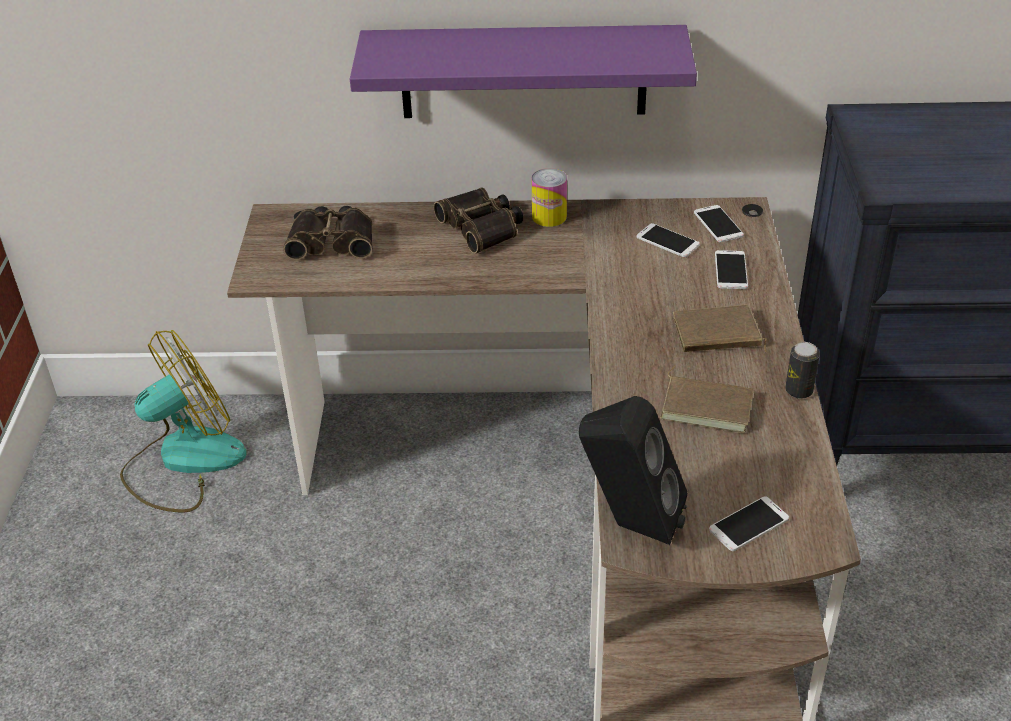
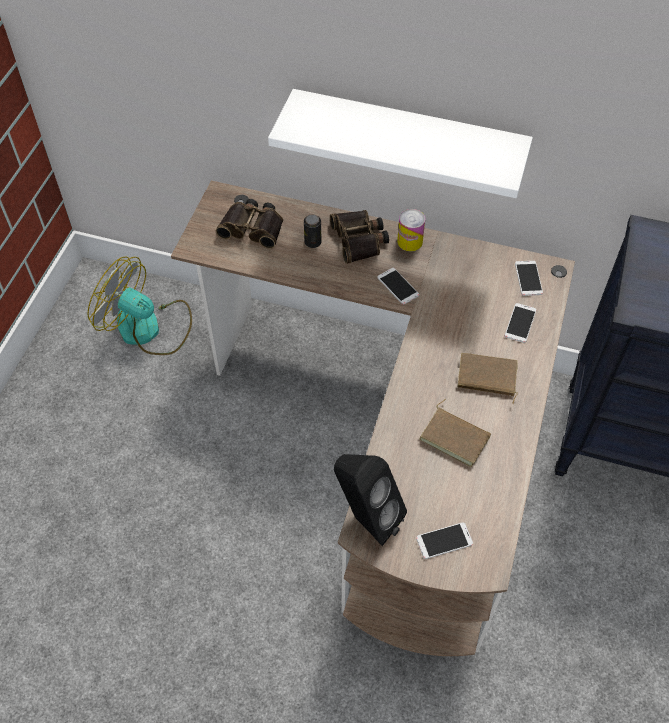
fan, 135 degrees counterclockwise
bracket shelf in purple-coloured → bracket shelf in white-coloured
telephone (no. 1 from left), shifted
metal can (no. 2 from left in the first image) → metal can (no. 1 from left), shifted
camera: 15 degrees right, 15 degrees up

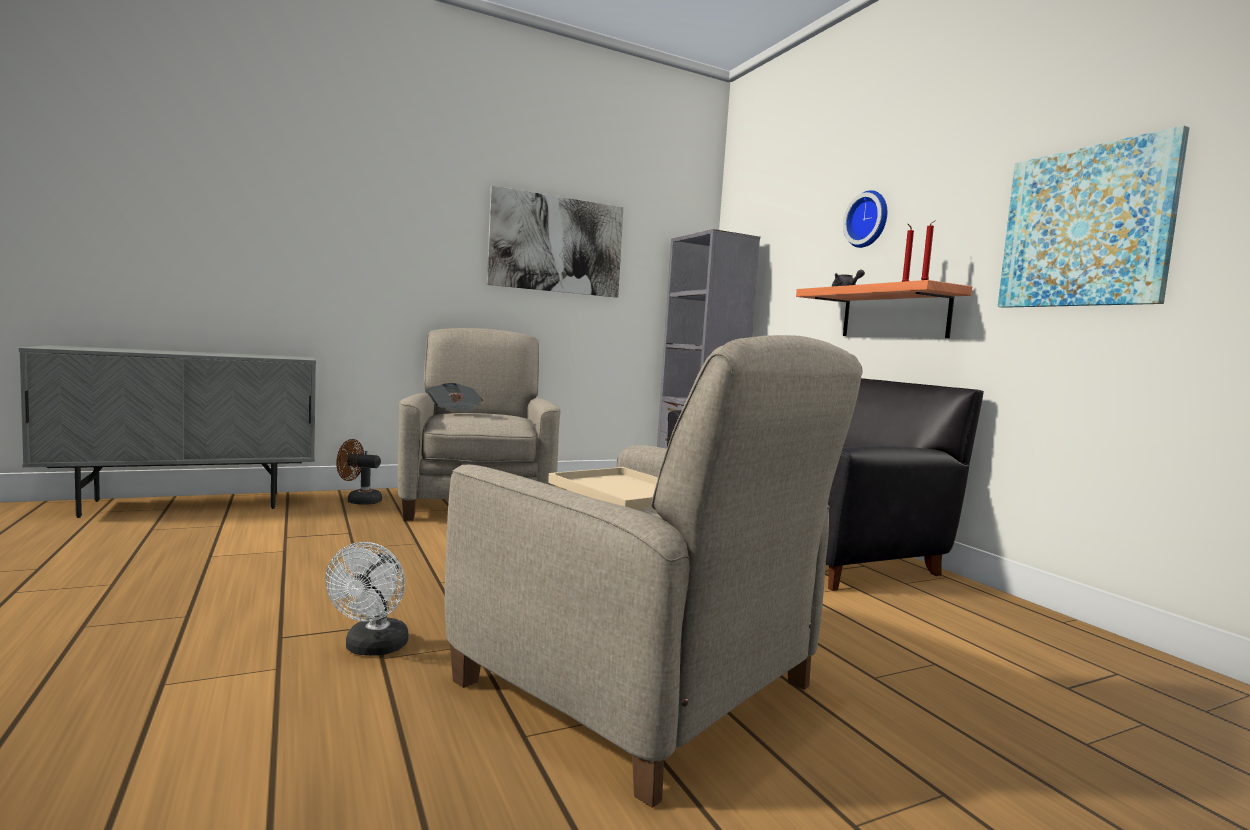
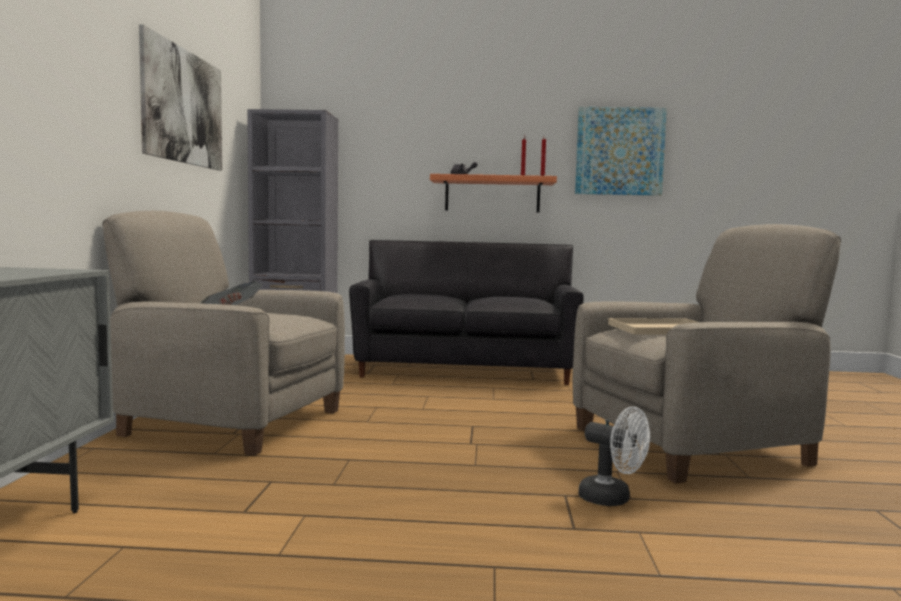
fan in brown-coloured → -
hanging clock → -
camera: 60 degrees left, 0 degrees up

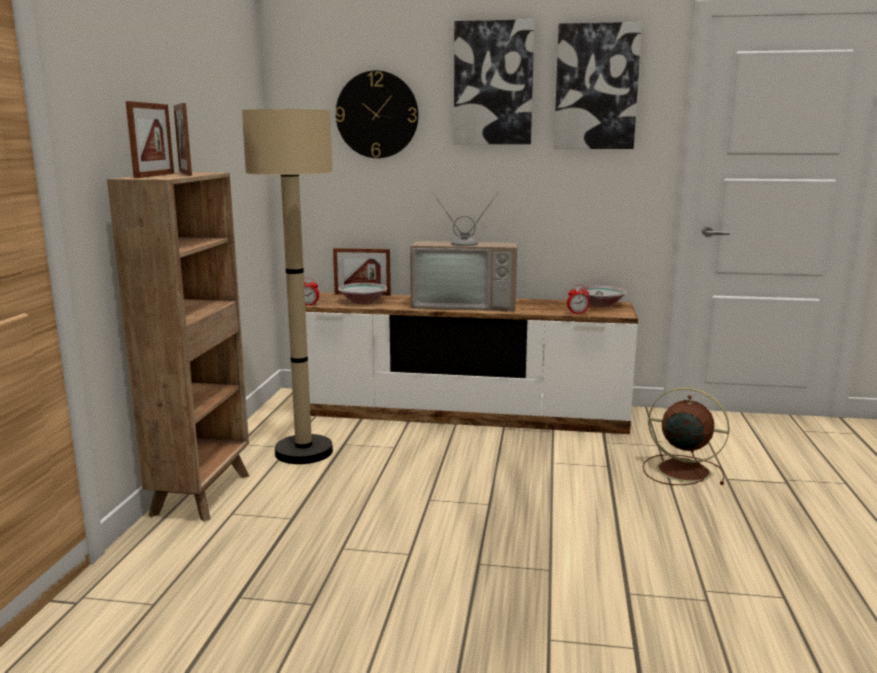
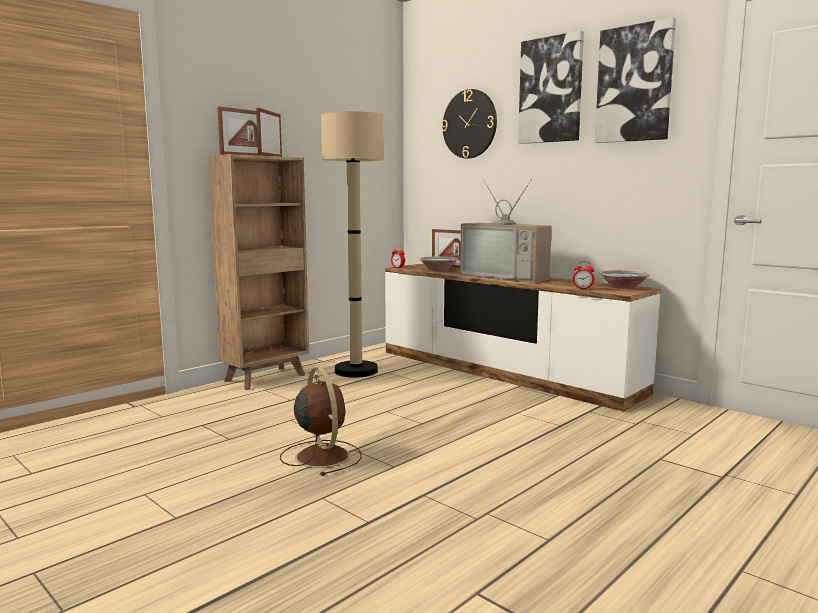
fan in brown-coloured, shifted
camera: 35 degrees right, 5 degrees down

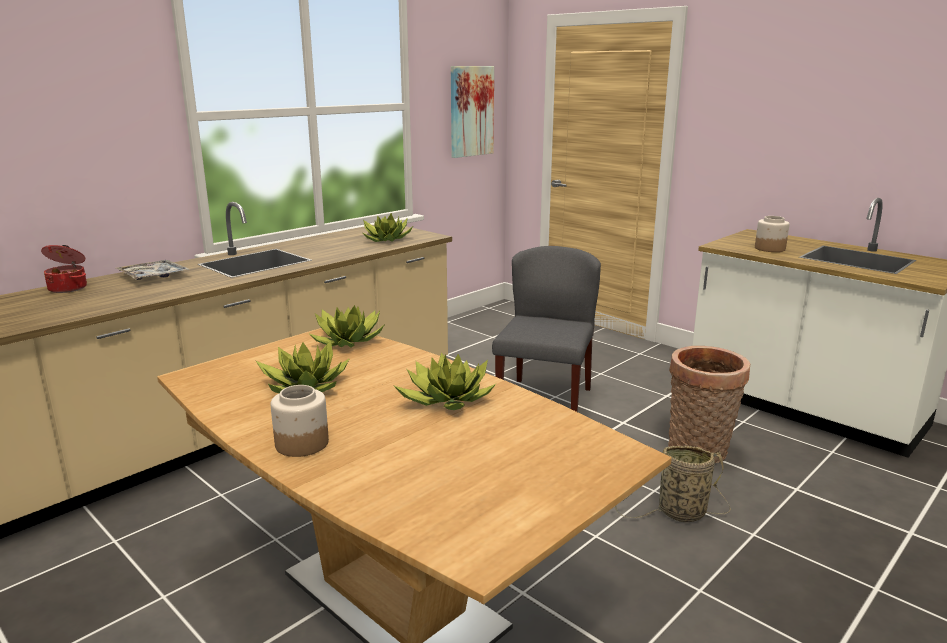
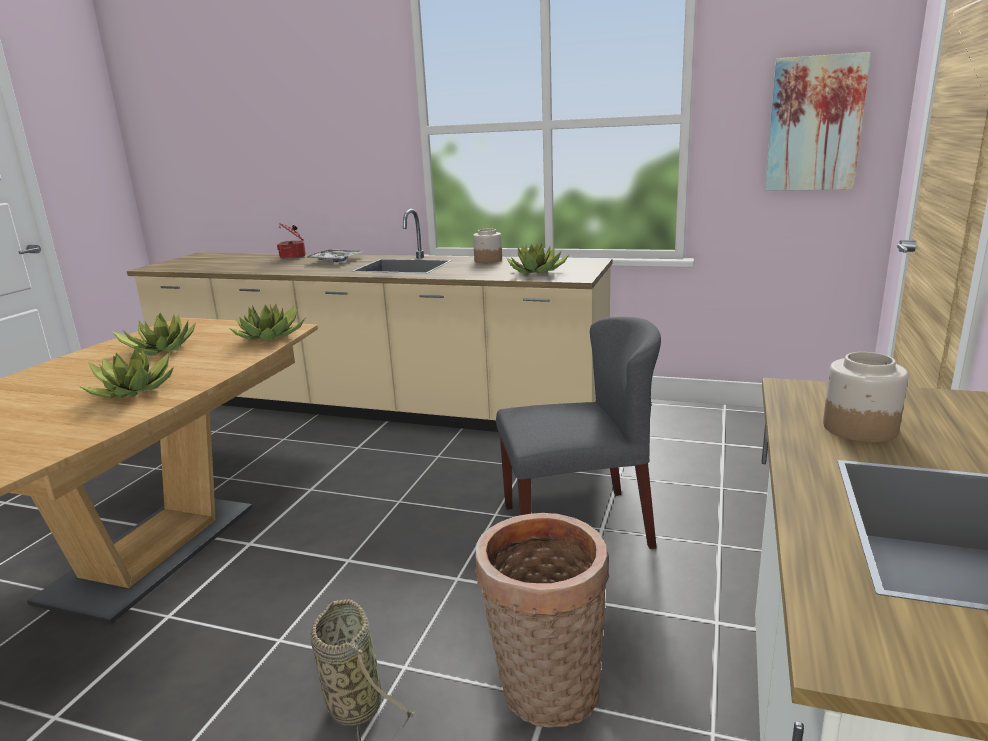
storage jar (no. 1 from left), shifted
camera: 65 degrees right, 0 degrees up

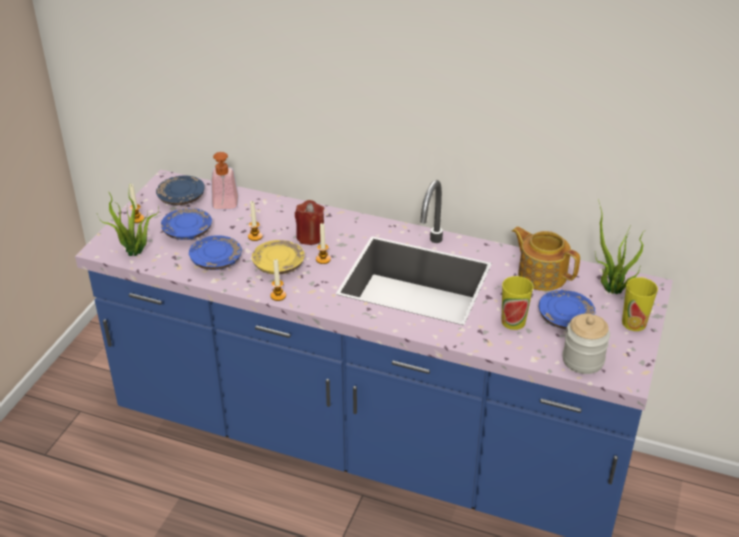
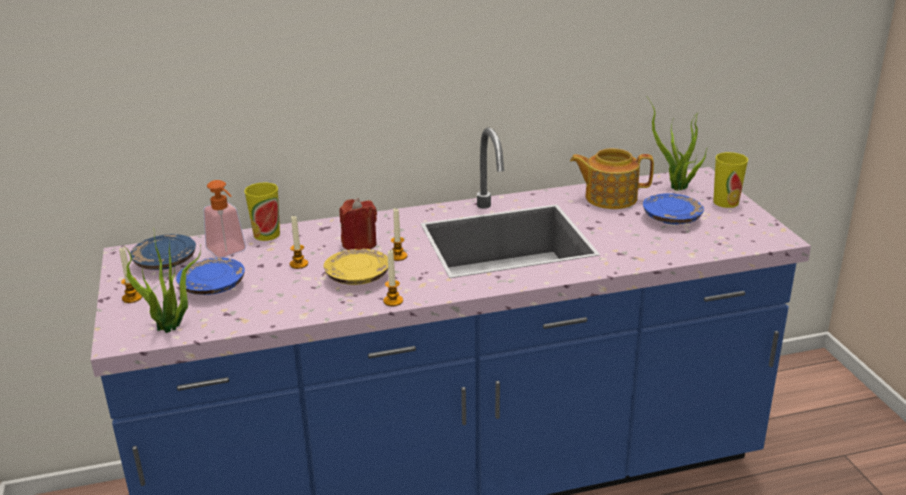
flat dish in blue (no. 3 from left) → -
small cup (no. 1 from left), shifted
storage jar → -
camera: 35 degrees left, 10 degrees down

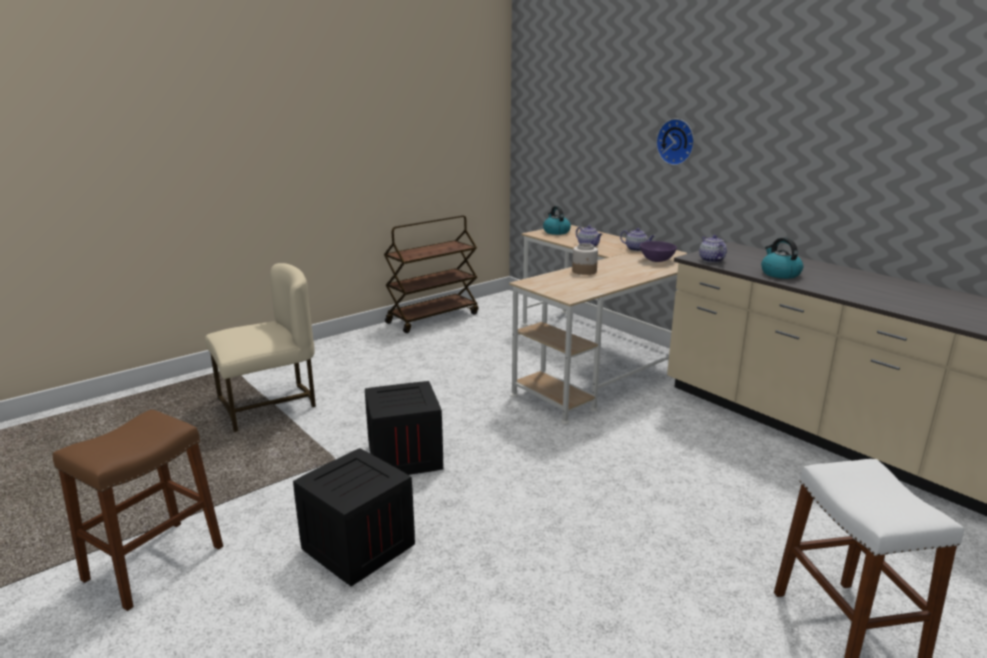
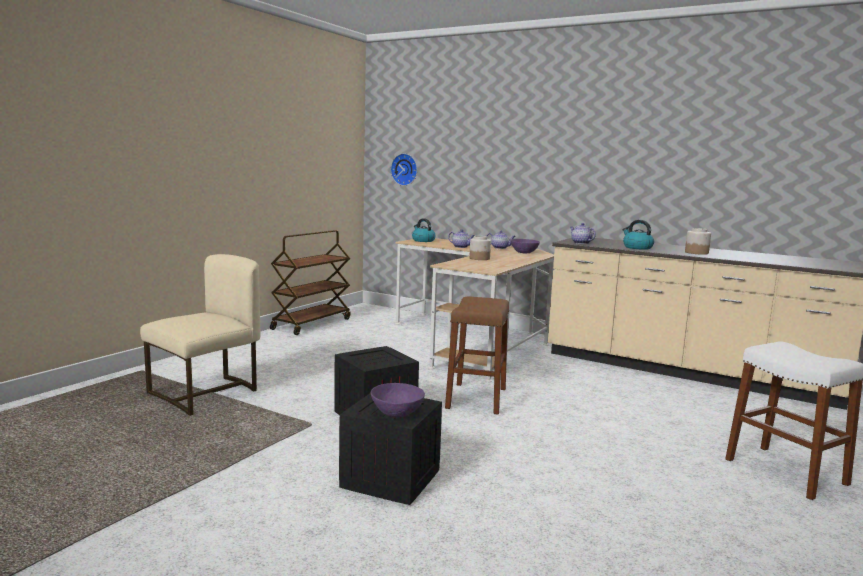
stool seat in brown-coloured, shifted
hanging clock, shifted
- → deep dish in purple-coloured (no. 1 from left)
- → storage jar (no. 2 from left)
camera: 20 degrees left, 10 degrees down

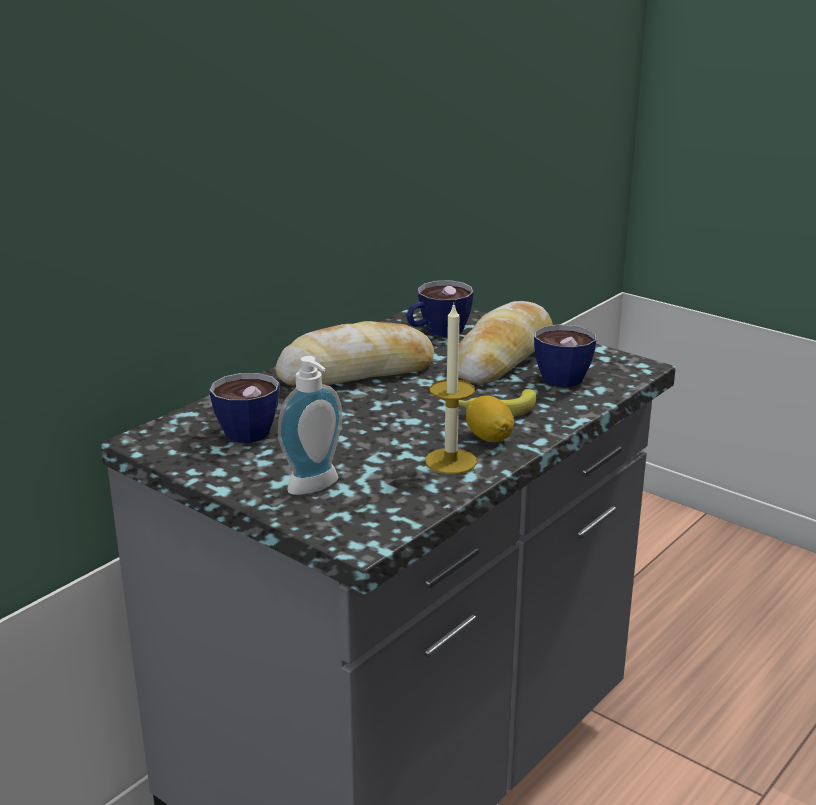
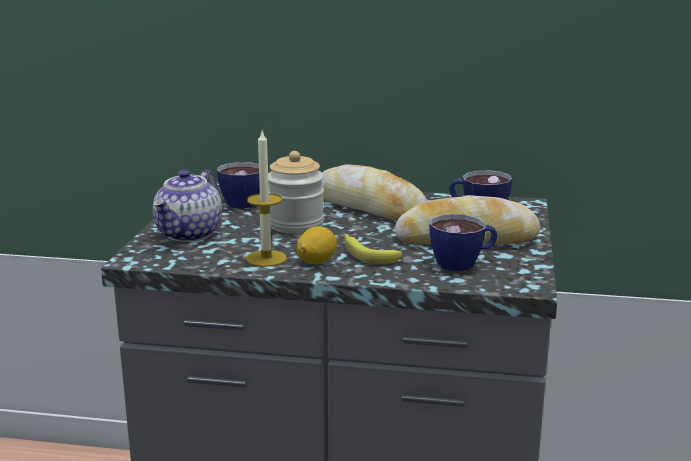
liquid soap bottle → teapot
- → storage jar
camera: 60 degrees right, 5 degrees down

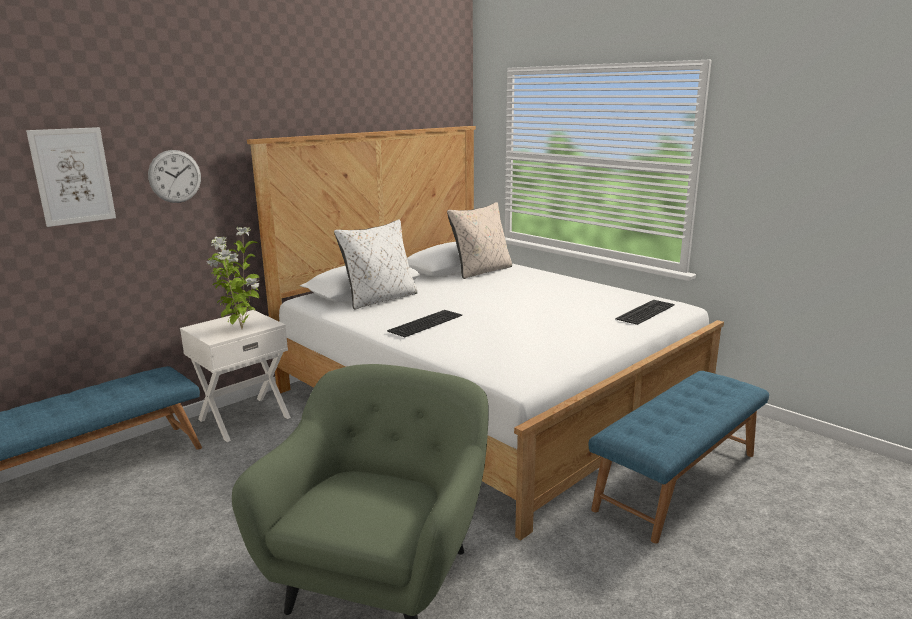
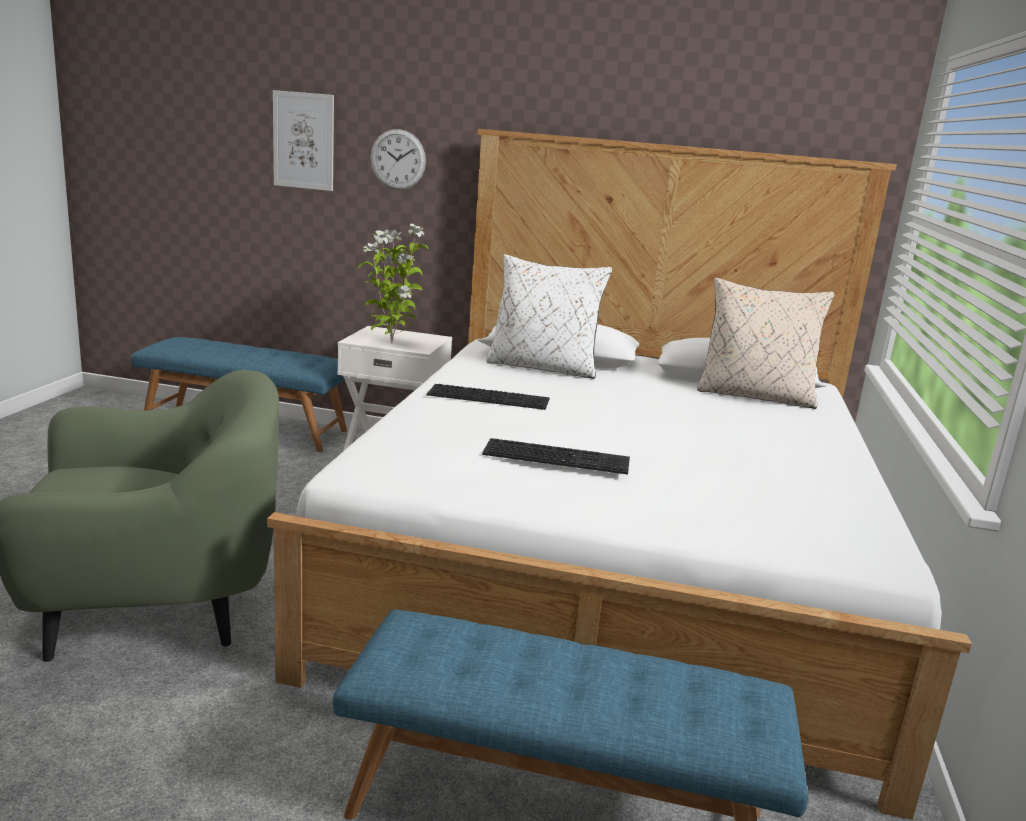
keyboard (no. 2 from left), shifted
camera: 55 degrees right, 0 degrees up

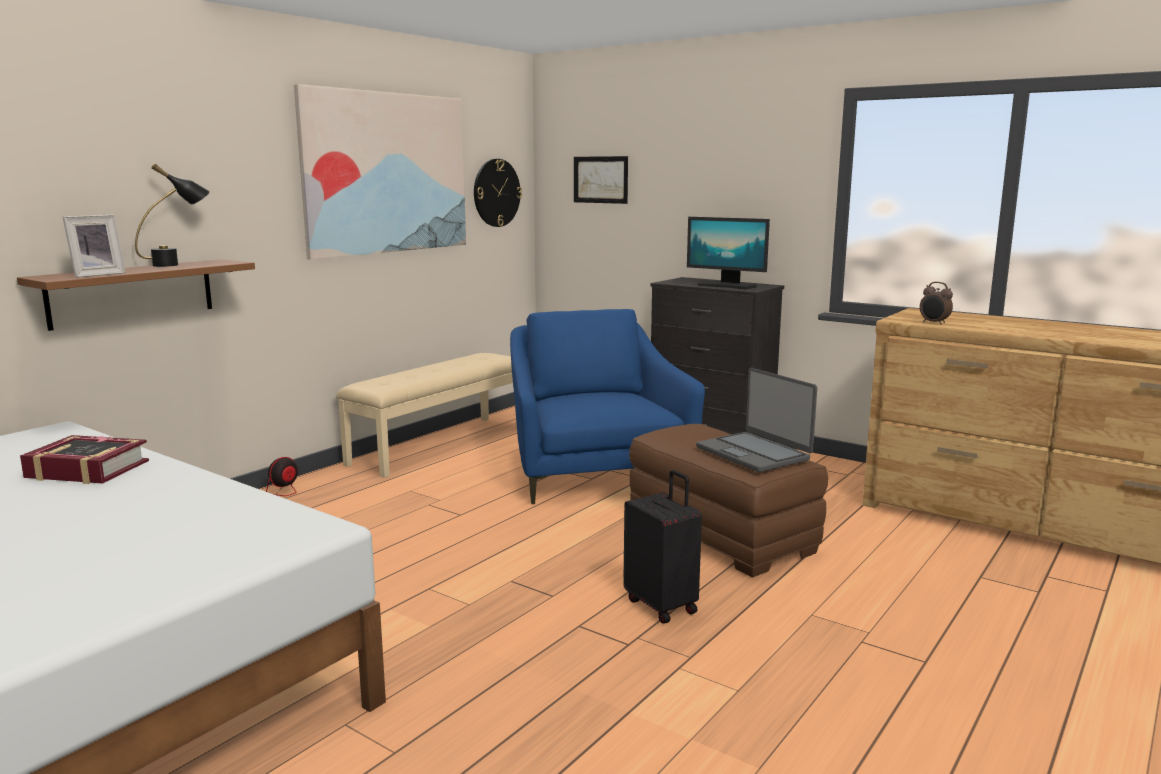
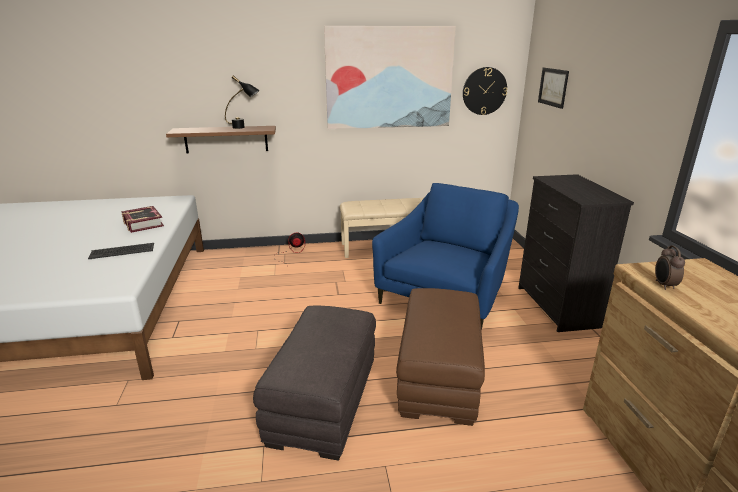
photo frame → -
suitcase in black-coloured → pouffe in gray
computer display → -
laptop → -
- → keyboard
camera: 45 degrees right, 10 degrees up

